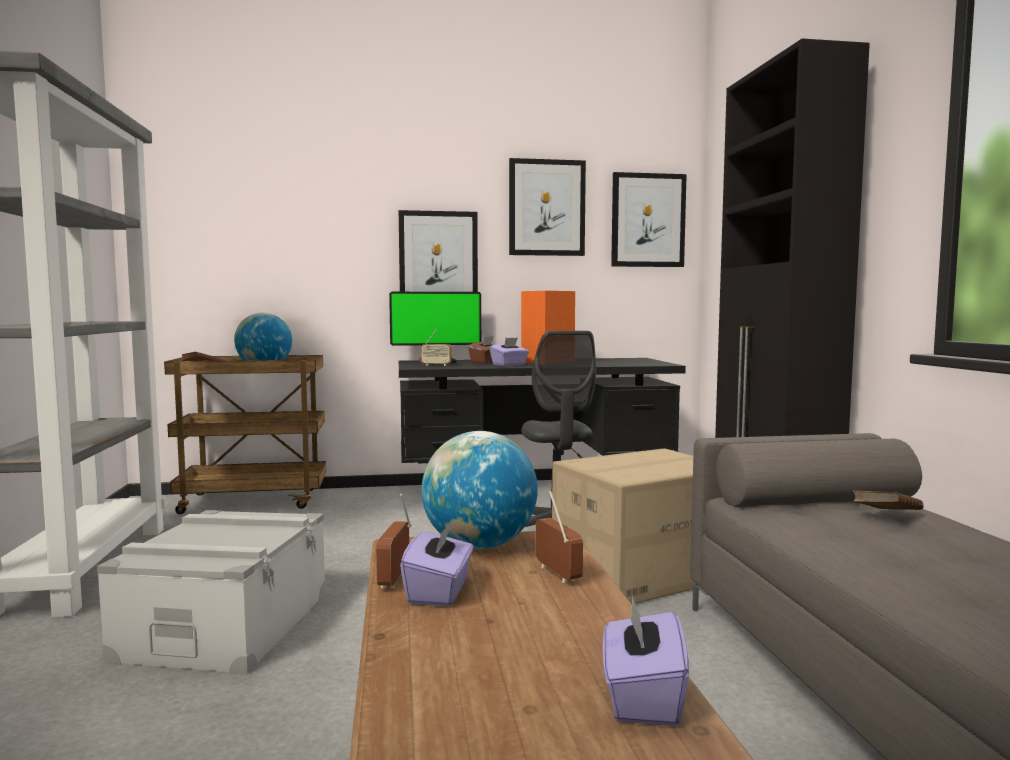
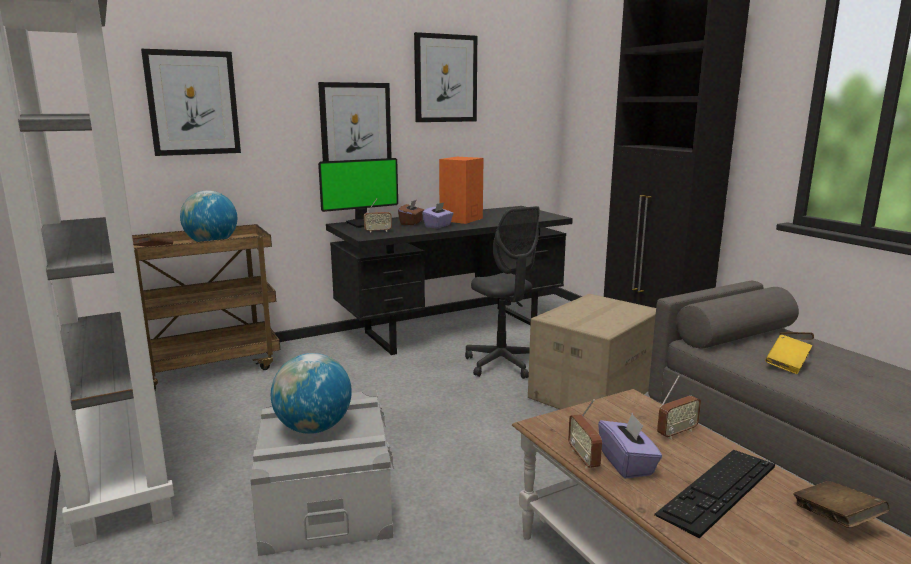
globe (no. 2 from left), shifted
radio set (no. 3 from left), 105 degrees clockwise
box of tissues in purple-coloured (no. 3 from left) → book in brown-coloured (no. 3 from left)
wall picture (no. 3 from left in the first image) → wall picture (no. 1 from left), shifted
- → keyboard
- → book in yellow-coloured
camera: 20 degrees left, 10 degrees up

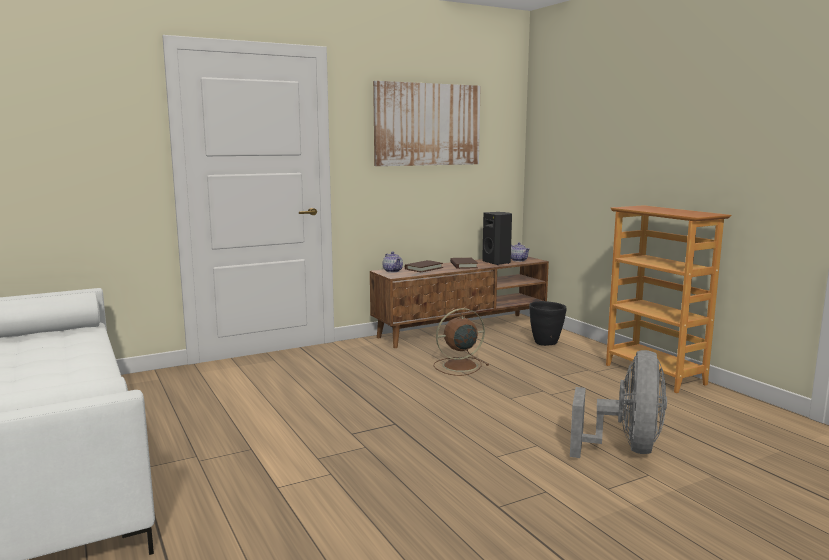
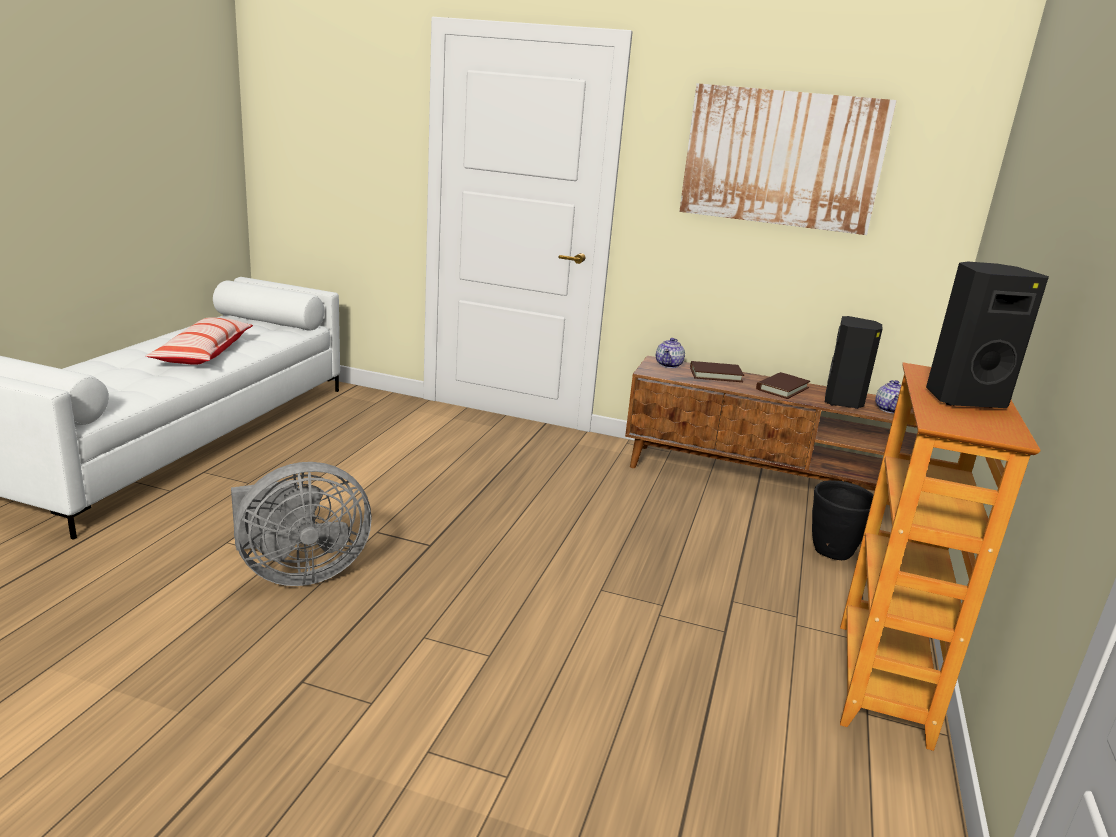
fan in brown-coloured → -
fan in gray, shifted
- → pillow
- → speaker in black-coloured (no. 2 from left)
camera: 45 degrees right, 10 degrees up

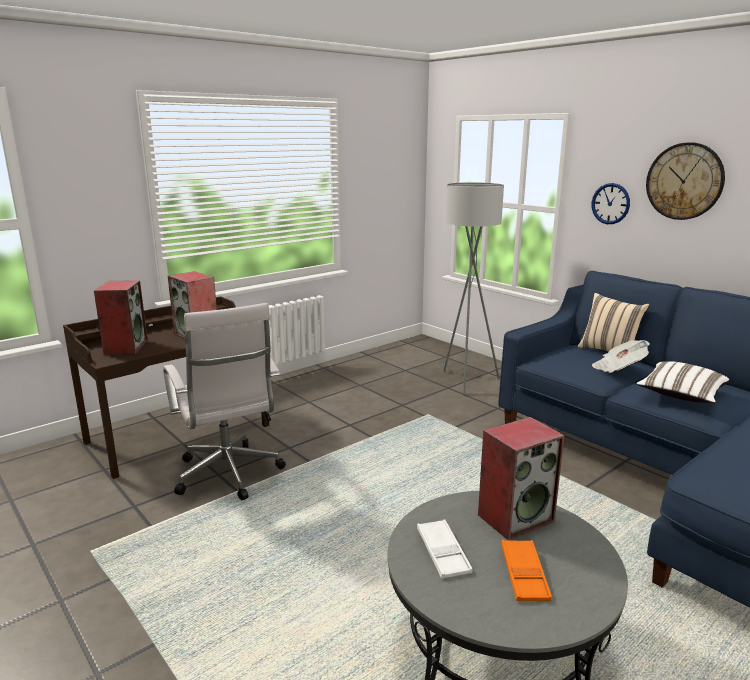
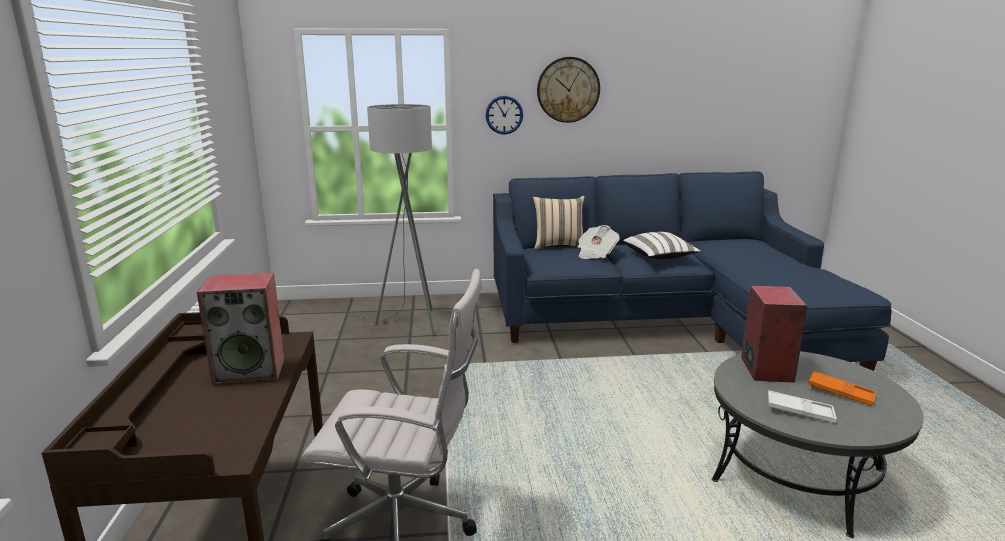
speaker (no. 1 from left) → -
camera: 55 degrees left, 0 degrees up

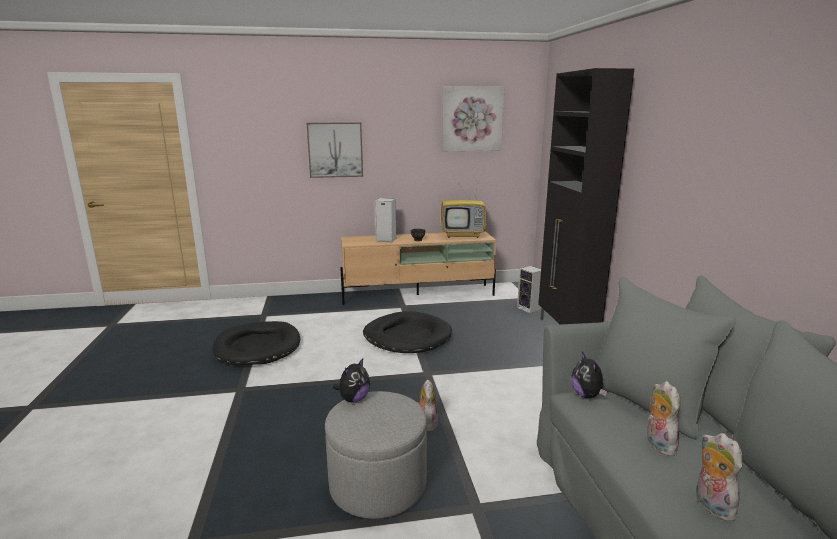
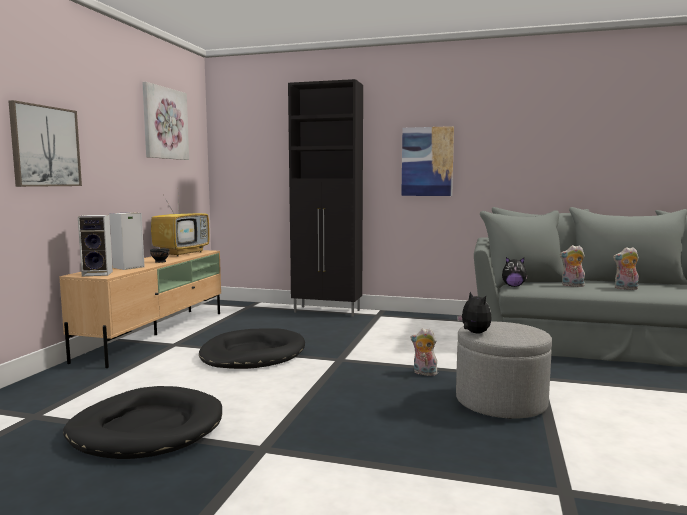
speaker (no. 2 from left in the first image) → speaker (no. 1 from left), shifted
- → wall picture (no. 3 from left)
camera: 65 degrees left, 10 degrees down

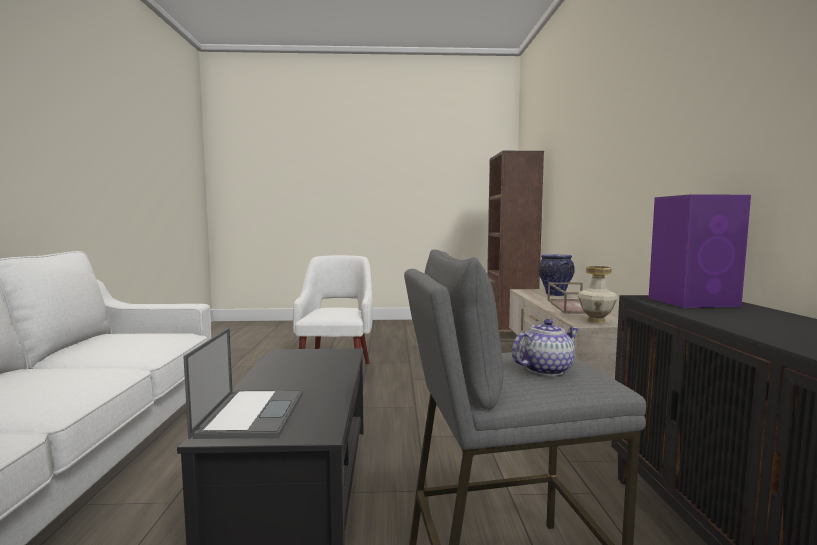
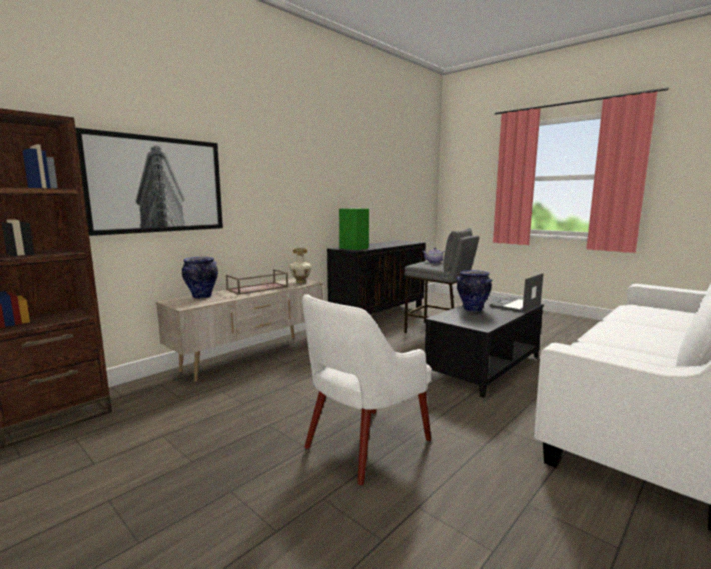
speaker in purple-coloured → speaker in green-coloured
- → wall picture
- → flower vase (no. 3 from left)
camera: 135 degrees left, 5 degrees up

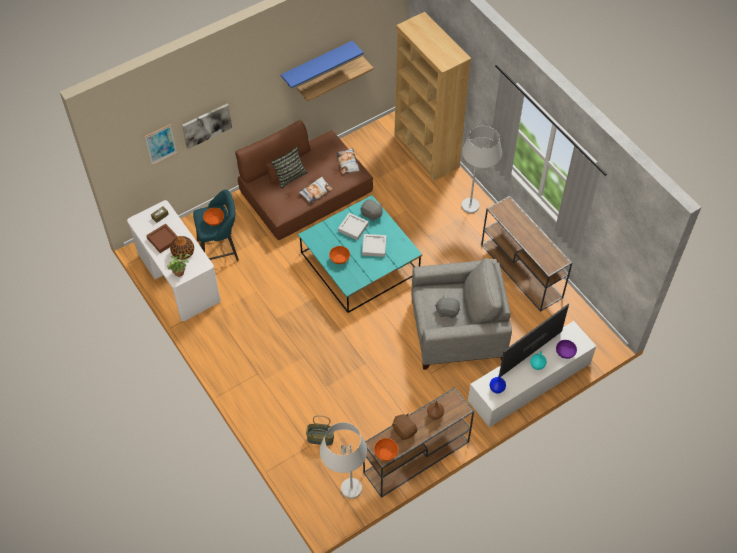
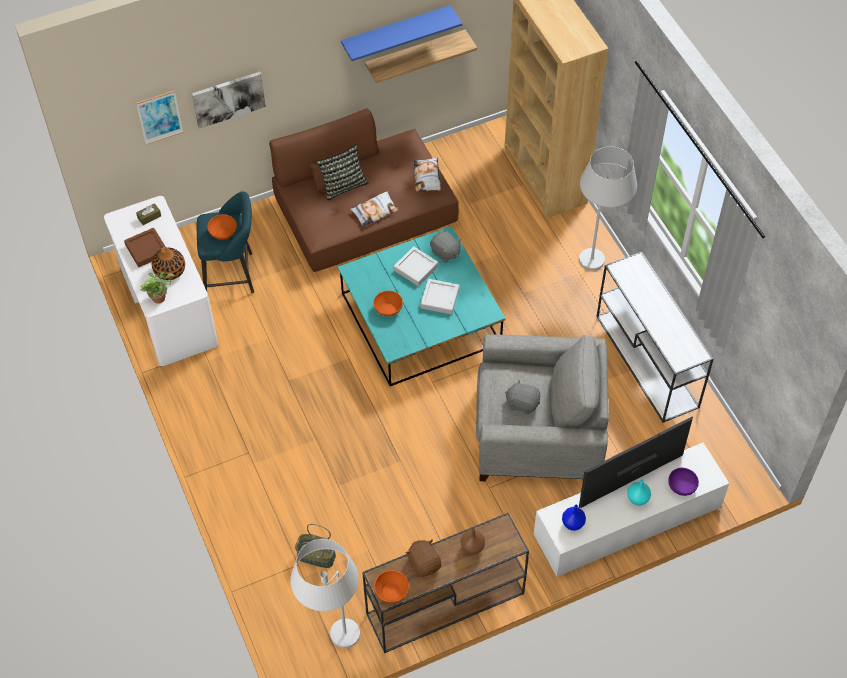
narrow table in brown-coloured (no. 2 from left) → narrow table in white-coloured
camera: 10 degrees right, 0 degrees up

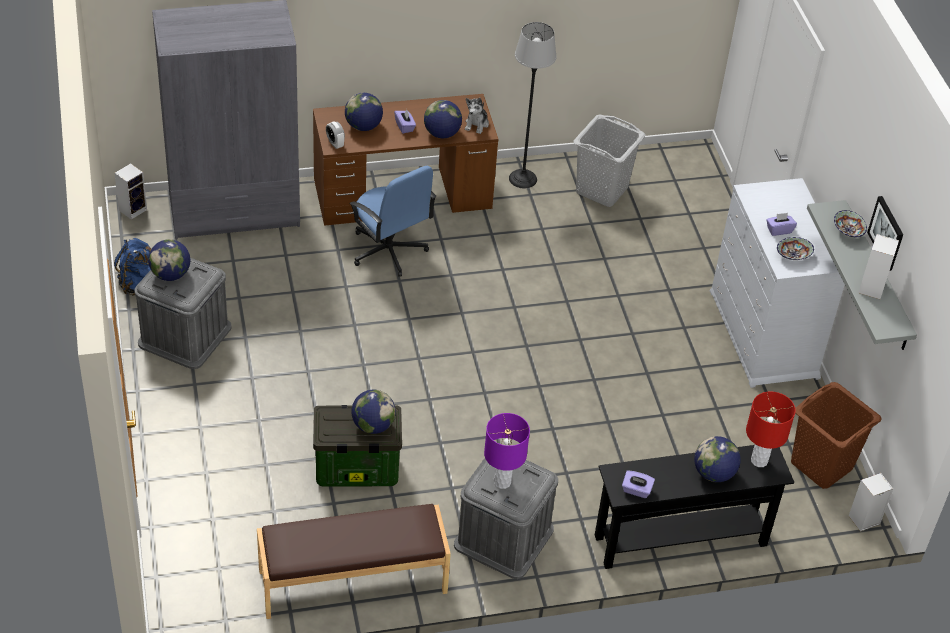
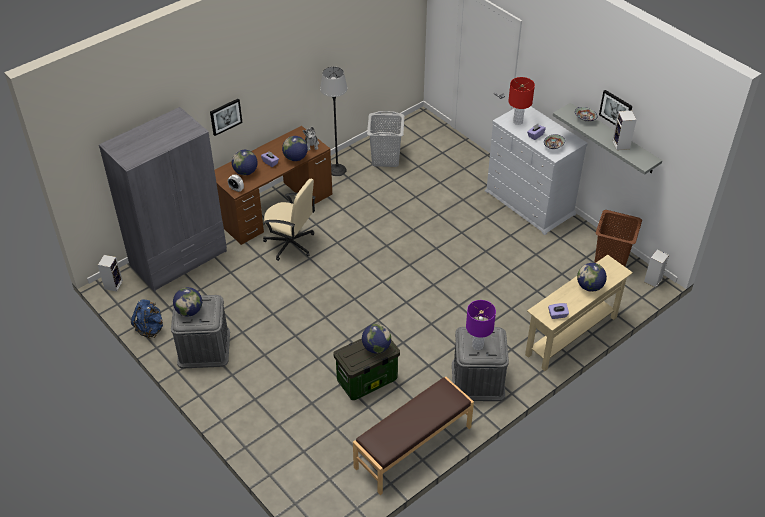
office chair in blue → office chair in beige-coloured
narrow table in black-coloured → narrow table in beige-coloured
lamp for a table in red-coloured, shifted
- → wall picture (no. 1 from left)
camera: 25 degrees left, 0 degrees up

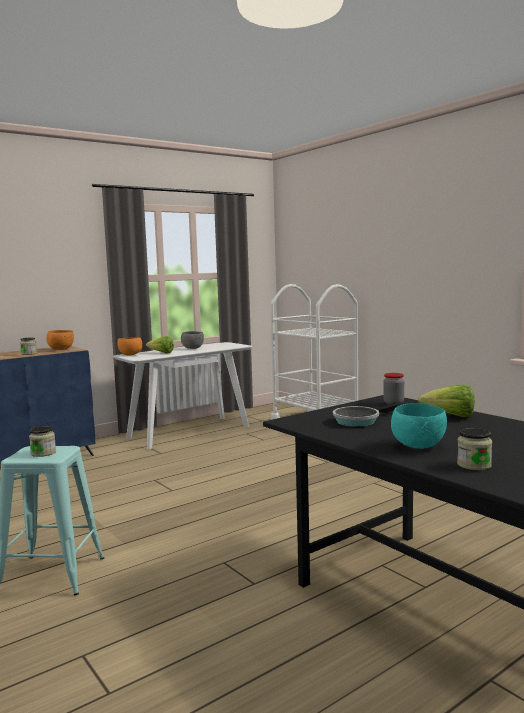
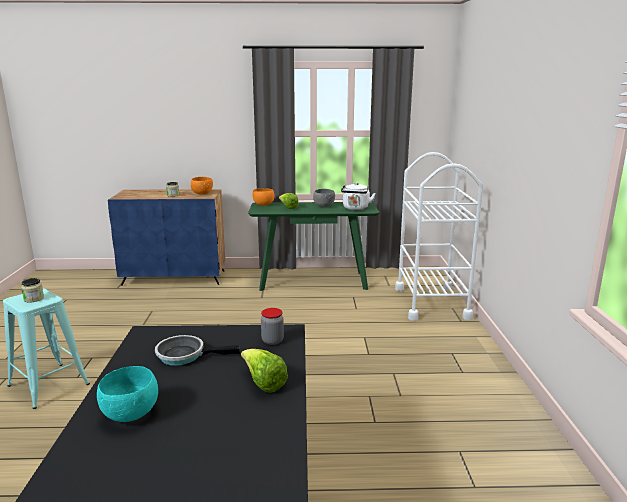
narrow table in white-coloured → narrow table in green-coloured
storage jar (no. 4 from left) → -
- → tea kettle in white-coloured
camera: 35 degrees right, 10 degrees up

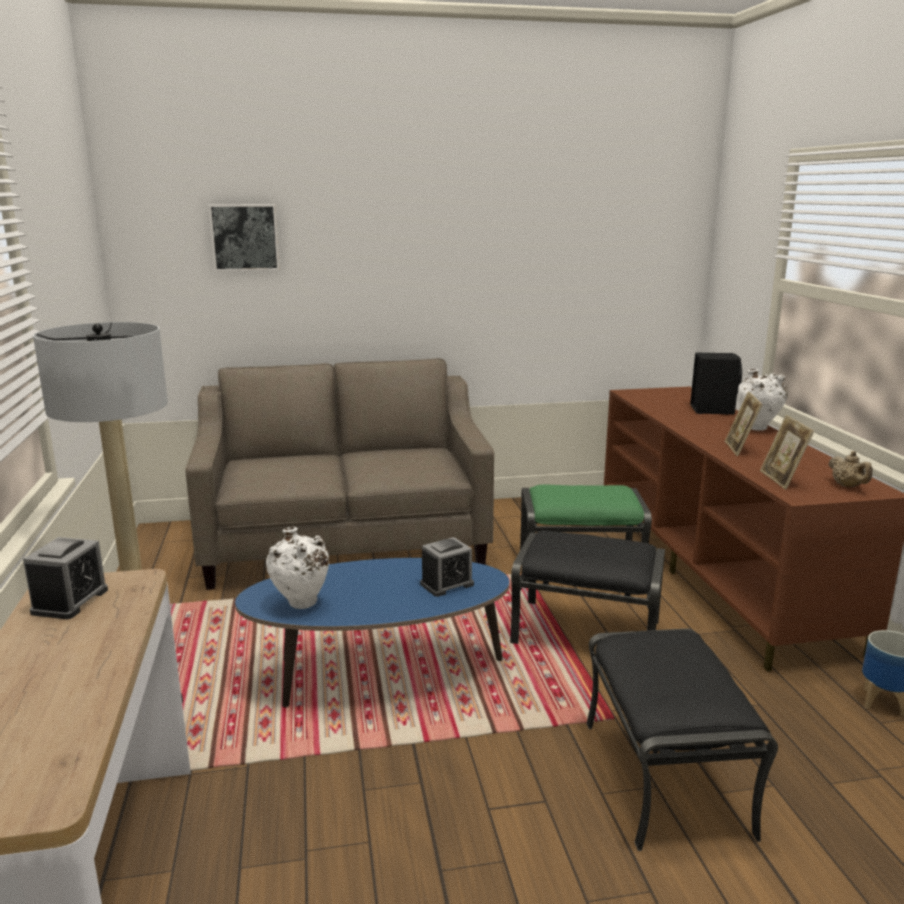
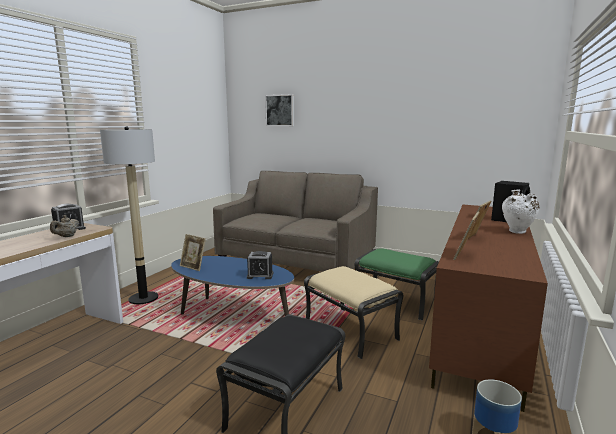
flower vase in white-coloured (no. 1 from left) → photo frame (no. 1 from left)
pouffe in black-coloured (no. 1 from left) → pouffe in beige-coloured
teapot in beige-coloured, shifted
camera: 35 degrees right, 5 degrees down

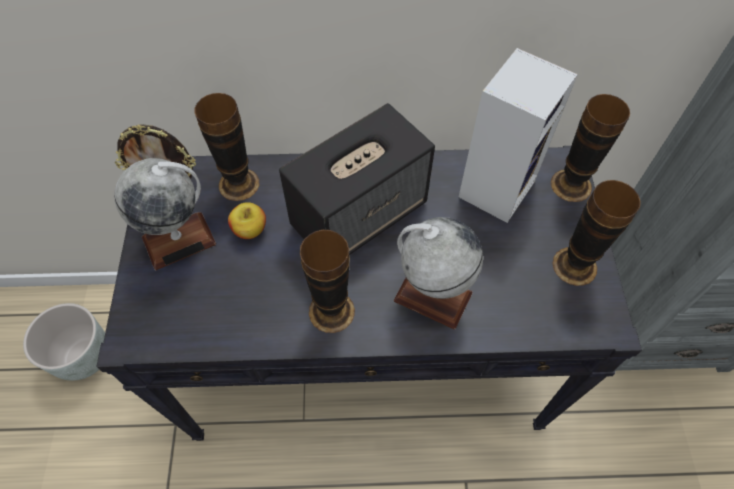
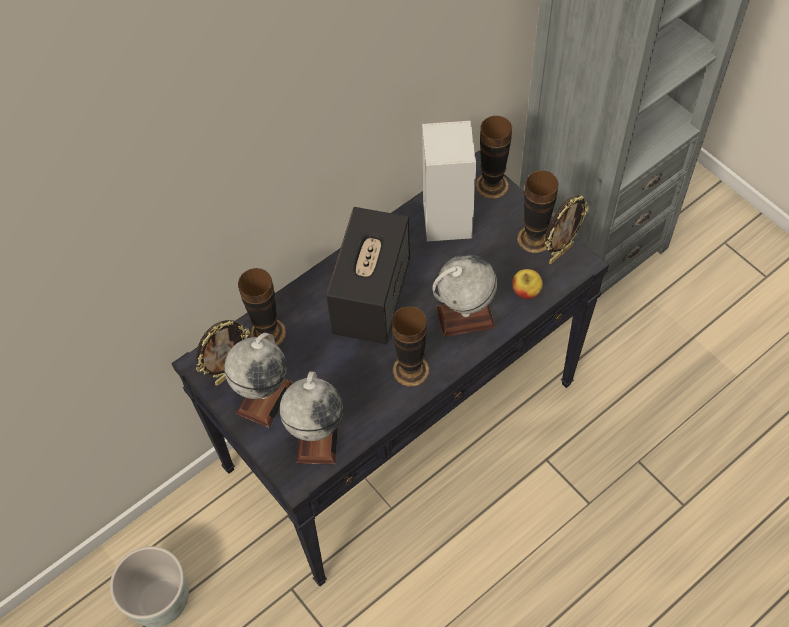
whole apple, shifted
- → globe (no. 2 from left)
- → photo frame (no. 2 from left)
camera: 35 degrees left, 0 degrees up

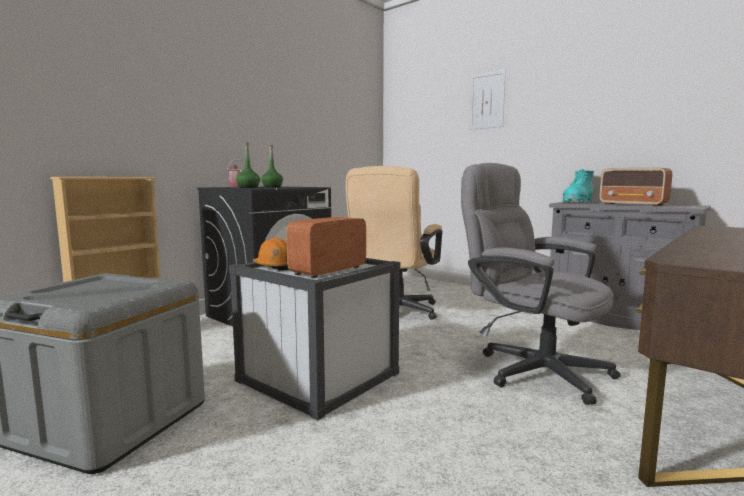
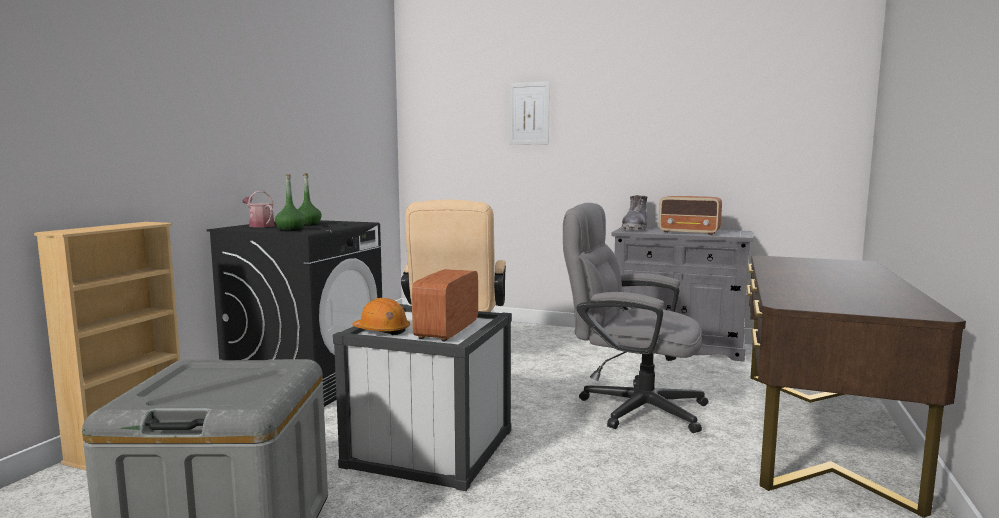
tall boot in turquoise → tall boot in gray
camera: 20 degrees left, 0 degrees up

